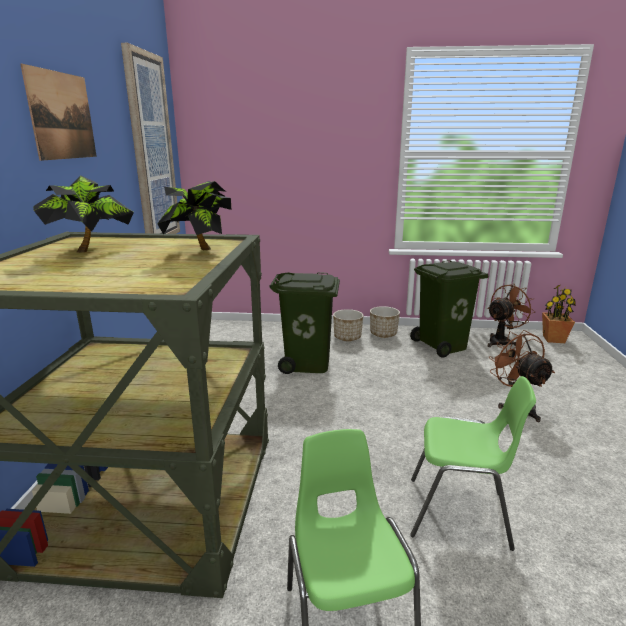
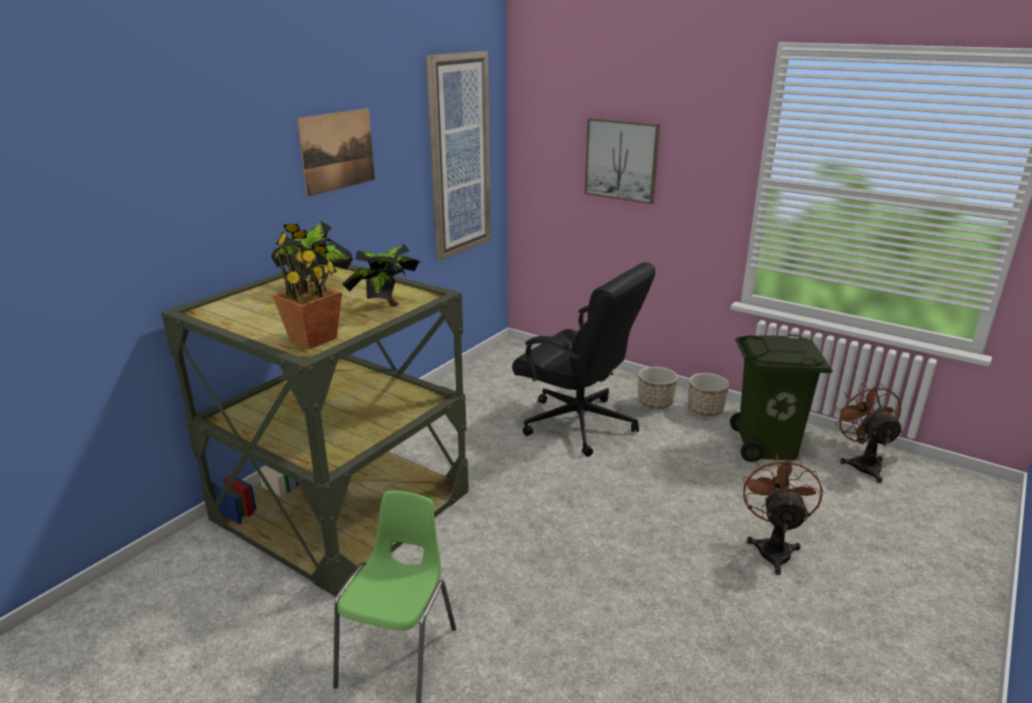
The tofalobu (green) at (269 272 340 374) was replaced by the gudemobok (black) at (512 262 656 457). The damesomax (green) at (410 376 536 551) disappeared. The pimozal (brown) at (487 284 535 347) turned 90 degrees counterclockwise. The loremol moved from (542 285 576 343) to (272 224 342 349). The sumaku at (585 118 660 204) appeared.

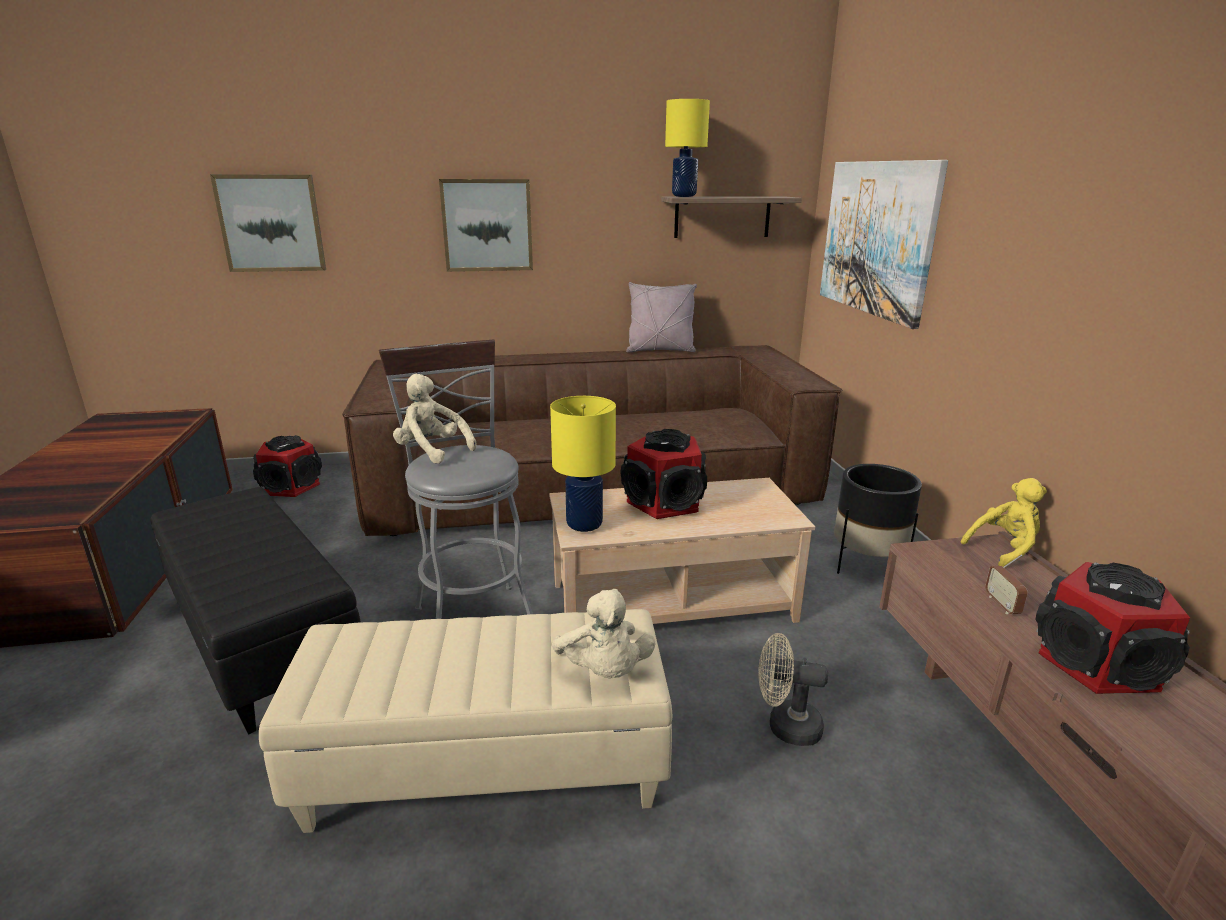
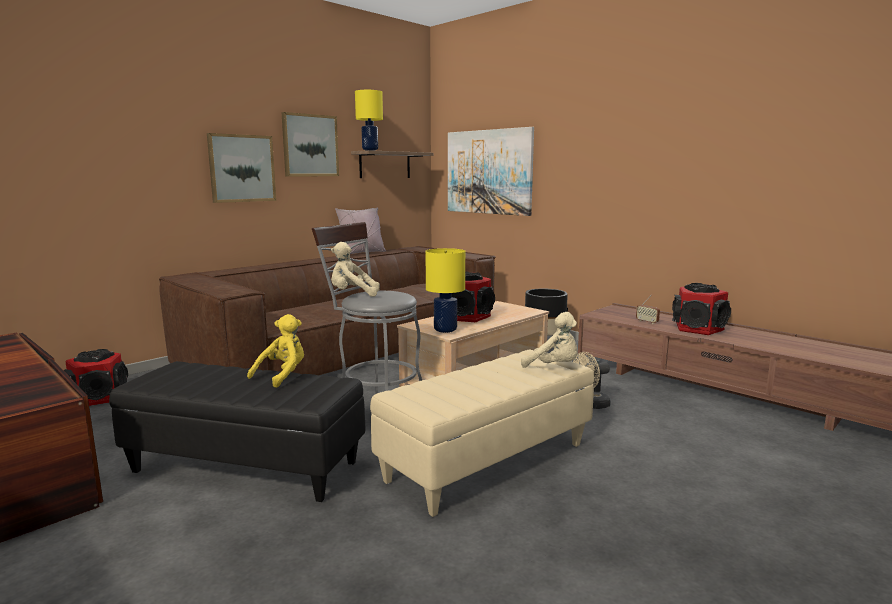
The sumaku moved from (210 174 326 272) to (281 112 339 176). The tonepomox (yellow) moved from (960 478 1047 568) to (247 314 304 388).

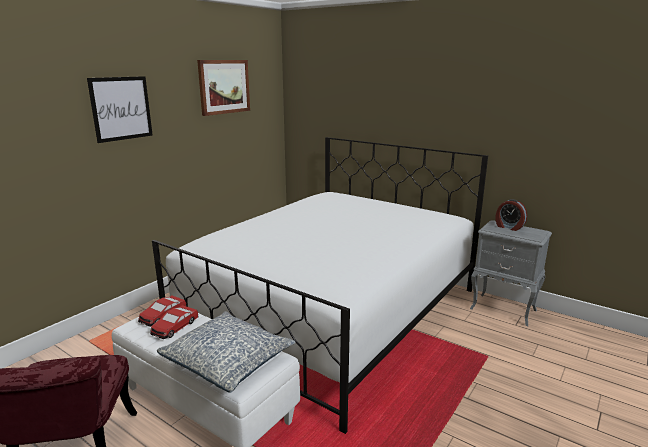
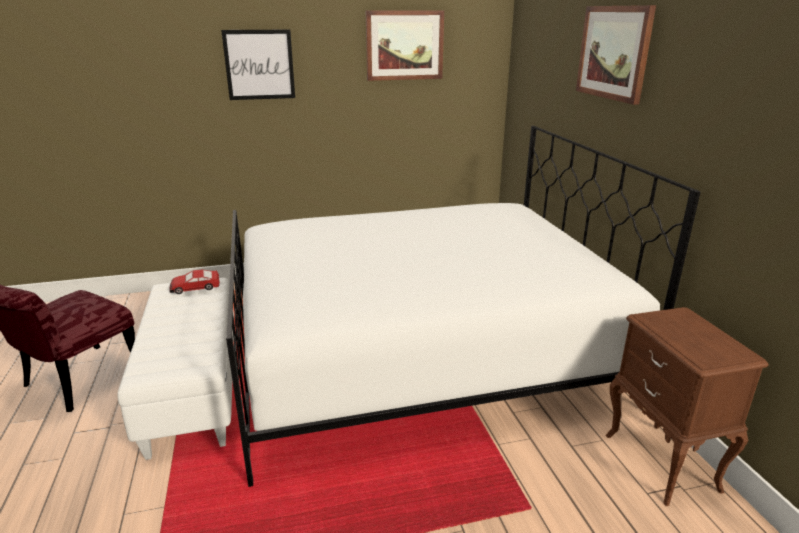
The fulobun at (150 305 198 339) disappeared. The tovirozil at (157 311 296 393) disappeared. The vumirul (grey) at (470 220 552 326) became the vumirul (brown) at (605 307 769 506). The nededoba at (495 199 527 231) disappeared. The sumaku at (576 5 656 105) appeared.

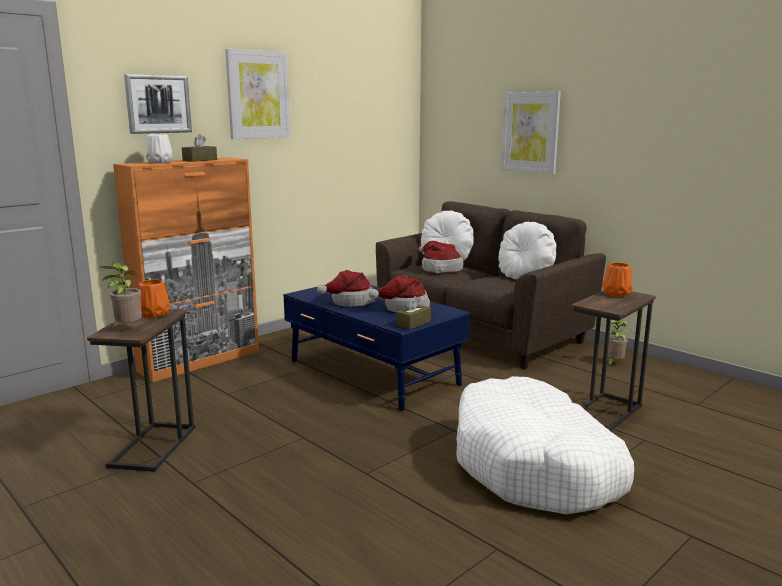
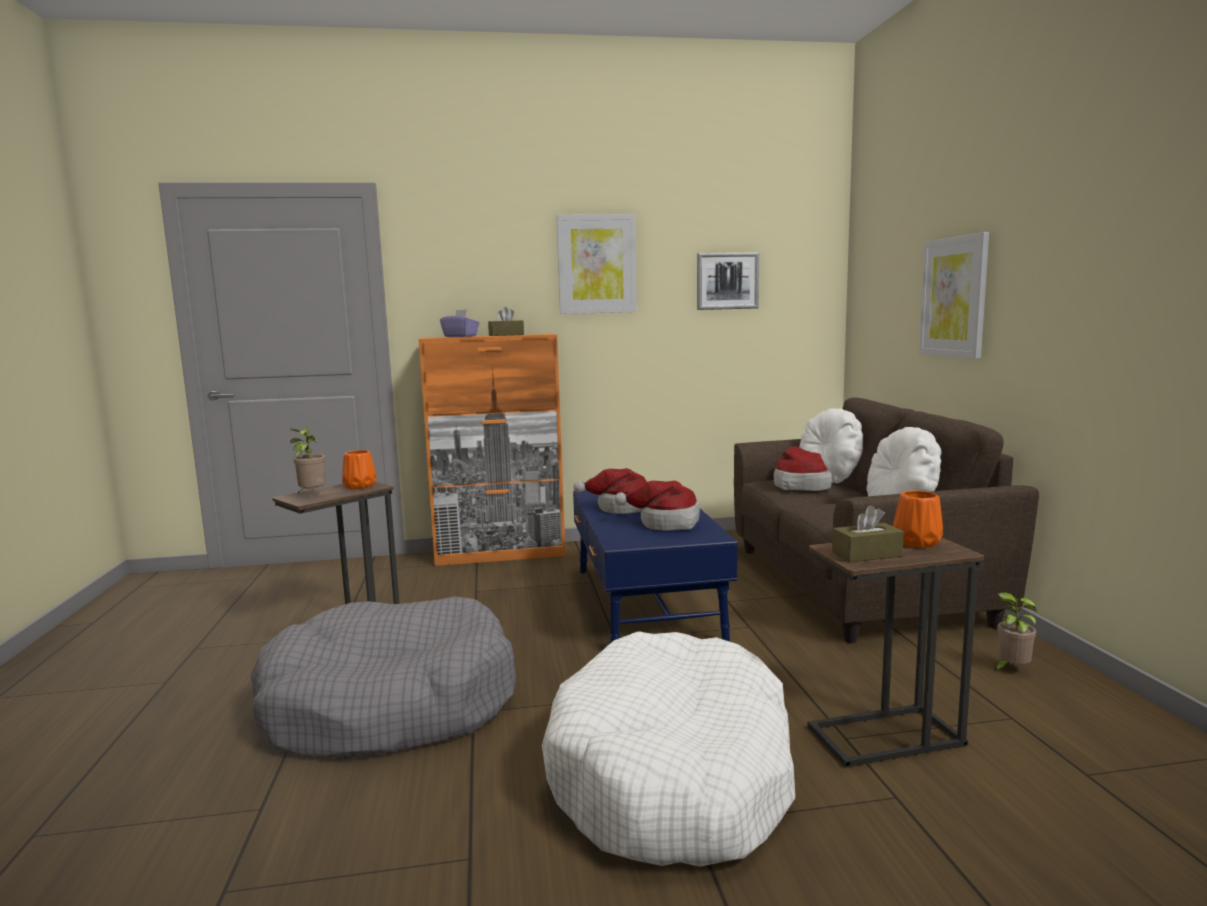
The sumaku moved from (124 74 192 134) to (697 252 759 310). The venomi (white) at (146 134 173 163) was replaced by the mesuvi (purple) at (440 309 479 337). The mesuvi (brown) moved from (396 296 431 329) to (832 505 904 563). The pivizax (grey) at (251 596 516 760) appeared.

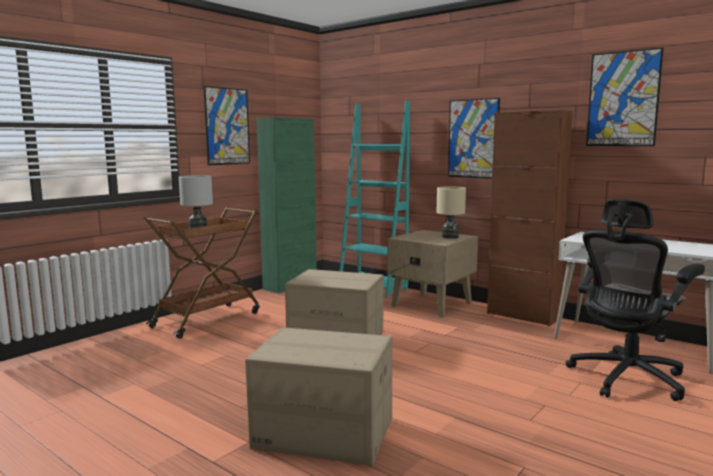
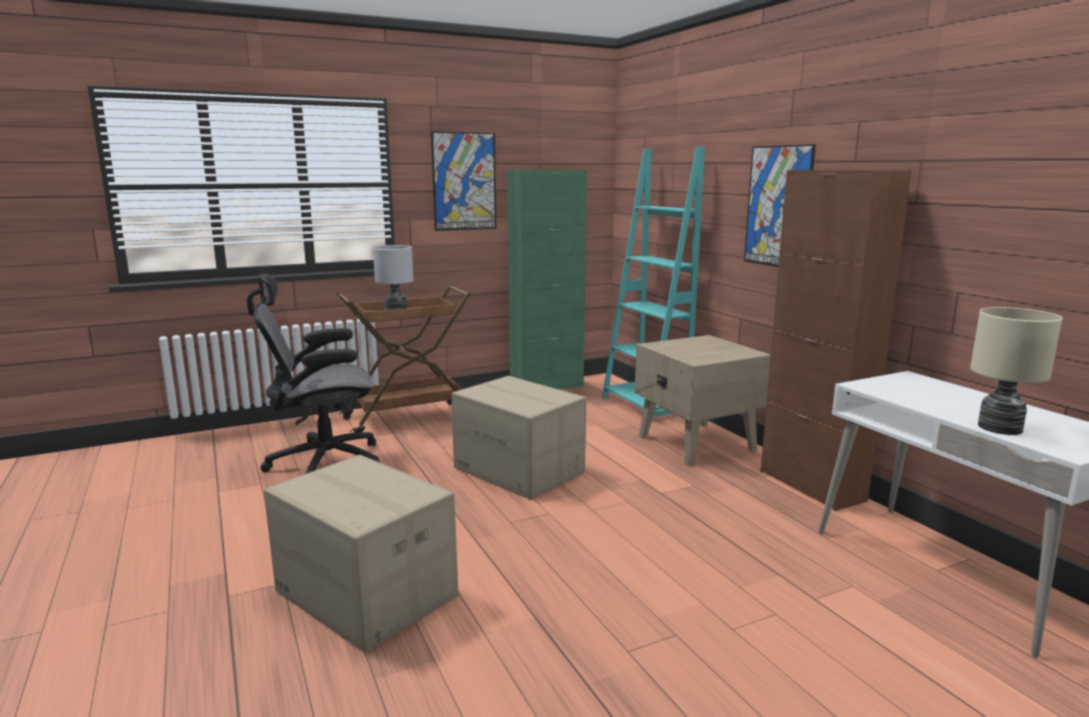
The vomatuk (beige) moved from (437 187 466 239) to (970 307 1062 435). The gudemobok moved from (566 199 705 401) to (247 273 379 474). The sumaku at (586 47 664 146) disappeared.

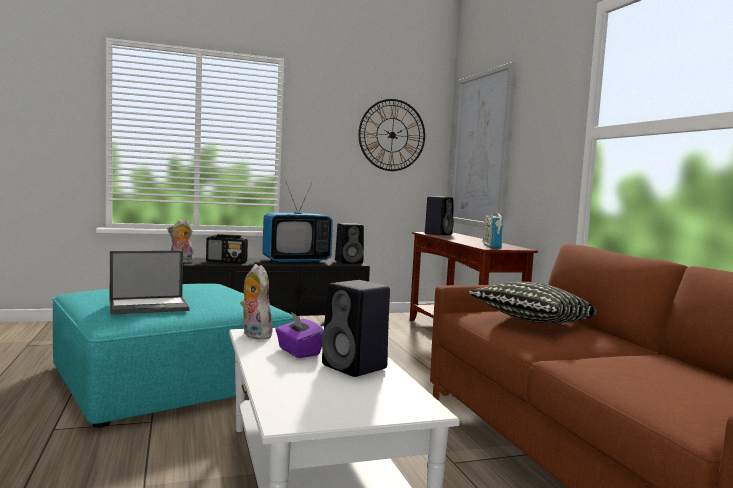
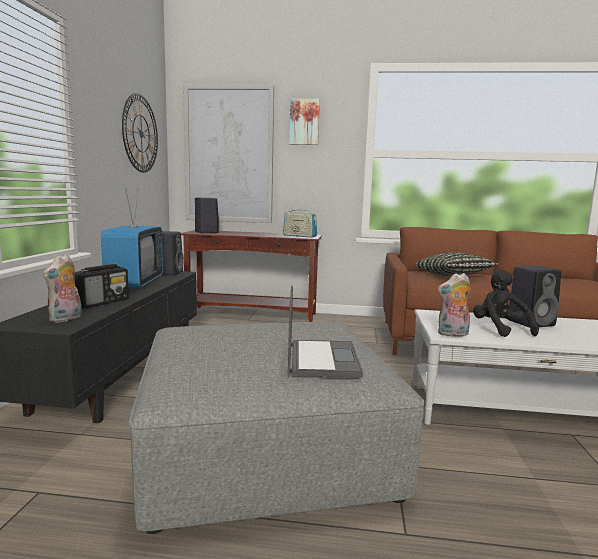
The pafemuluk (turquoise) at (52 283 294 428) became the pafemuluk (grey) at (128 322 425 534). The mesuvi (purple) at (275 312 324 358) was replaced by the tonepomox (black) at (473 269 539 337). The sumaku at (289 98 320 145) appeared.

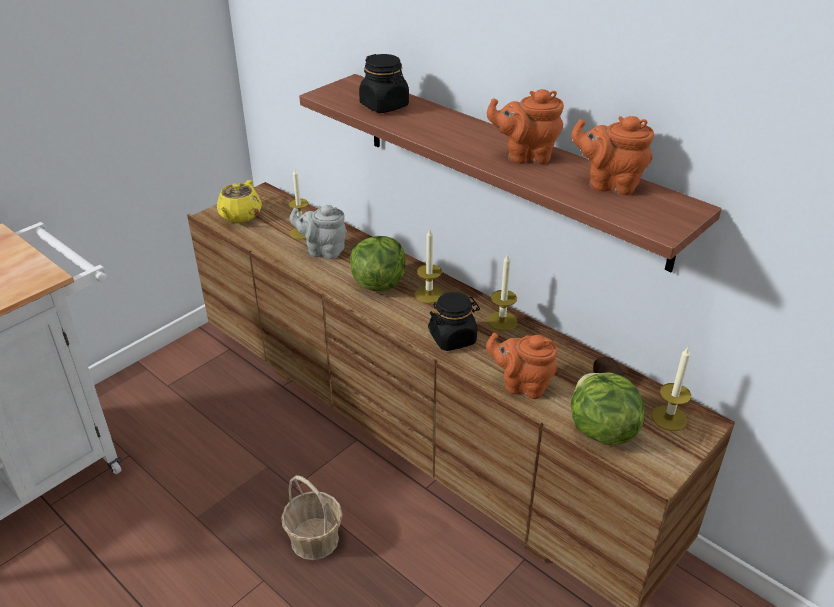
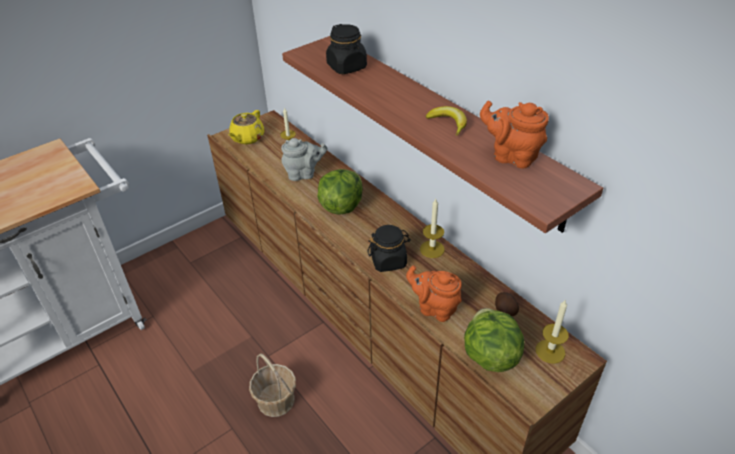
The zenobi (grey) at (290 205 347 259) turned 150 degrees clockwise. The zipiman at (415 229 443 303) disappeared. The zenobi (orange) at (487 89 564 164) was replaced by the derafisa at (426 106 467 136).

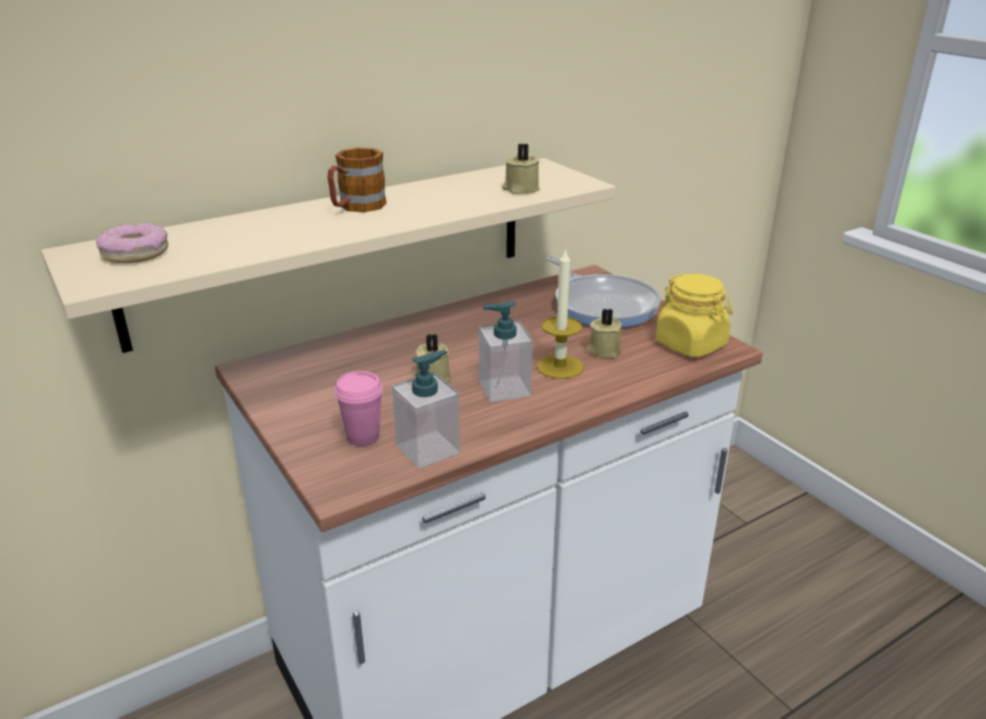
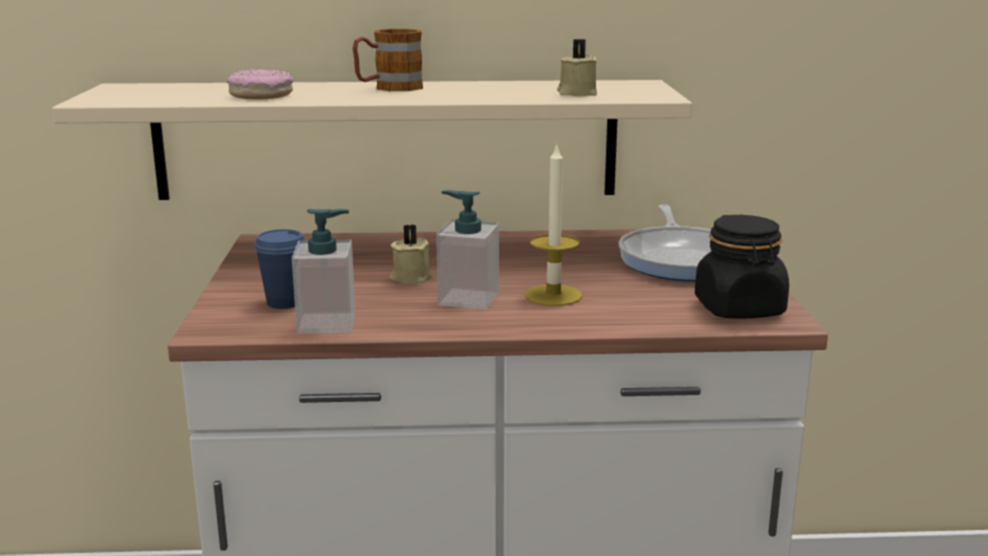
The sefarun moved from (96 223 168 263) to (227 69 293 99). The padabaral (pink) at (335 371 383 446) became the padabaral (blue) at (254 229 305 309). The zipiman (beige) at (587 308 622 358) disappeared. The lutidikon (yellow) at (656 273 733 357) became the lutidikon (black) at (695 215 789 319).

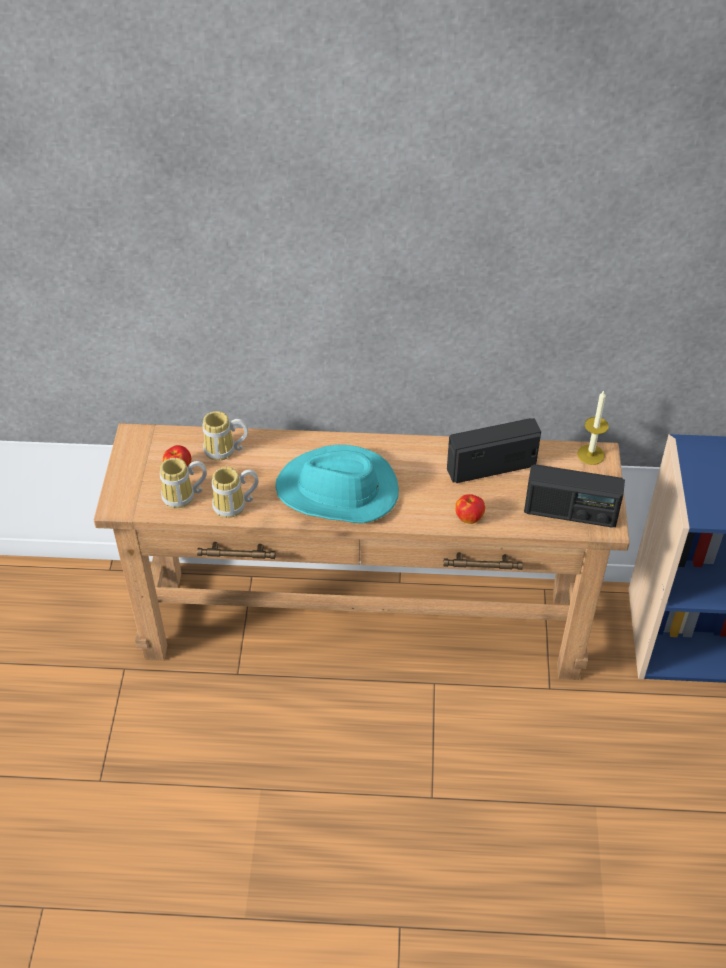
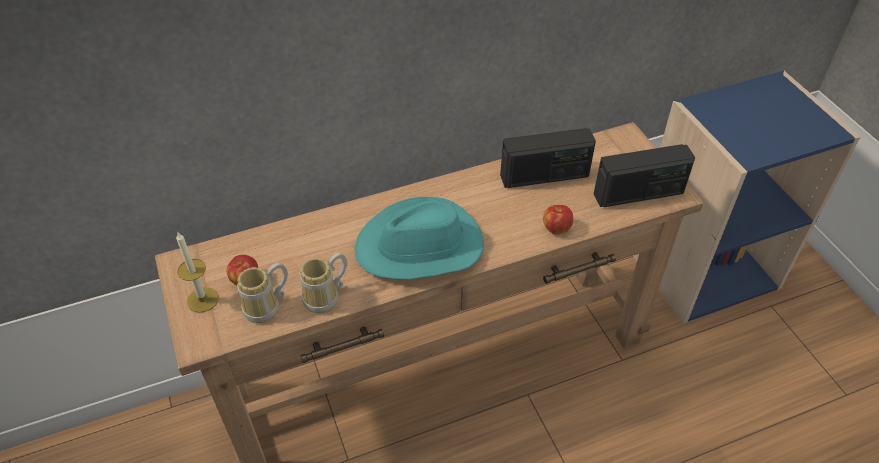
The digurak at (203 411 248 461) disappeared. The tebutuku at (447 418 541 483) turned 150 degrees counterclockwise. The zipiman moved from (577 390 609 465) to (176 232 219 313).

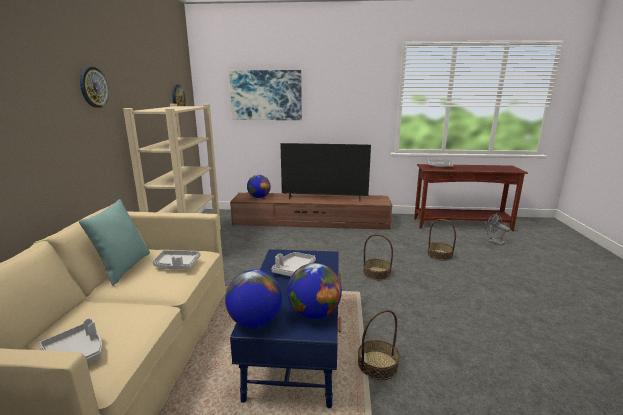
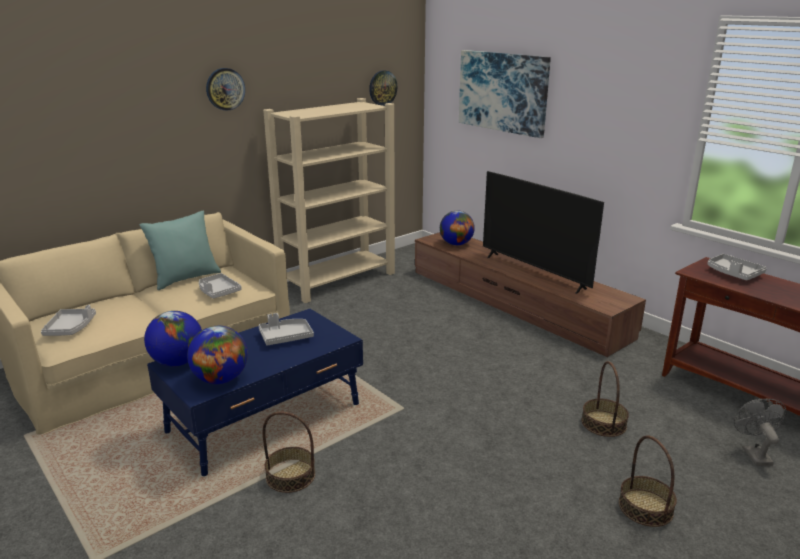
The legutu moved from (363 234 393 280) to (619 435 677 527).

